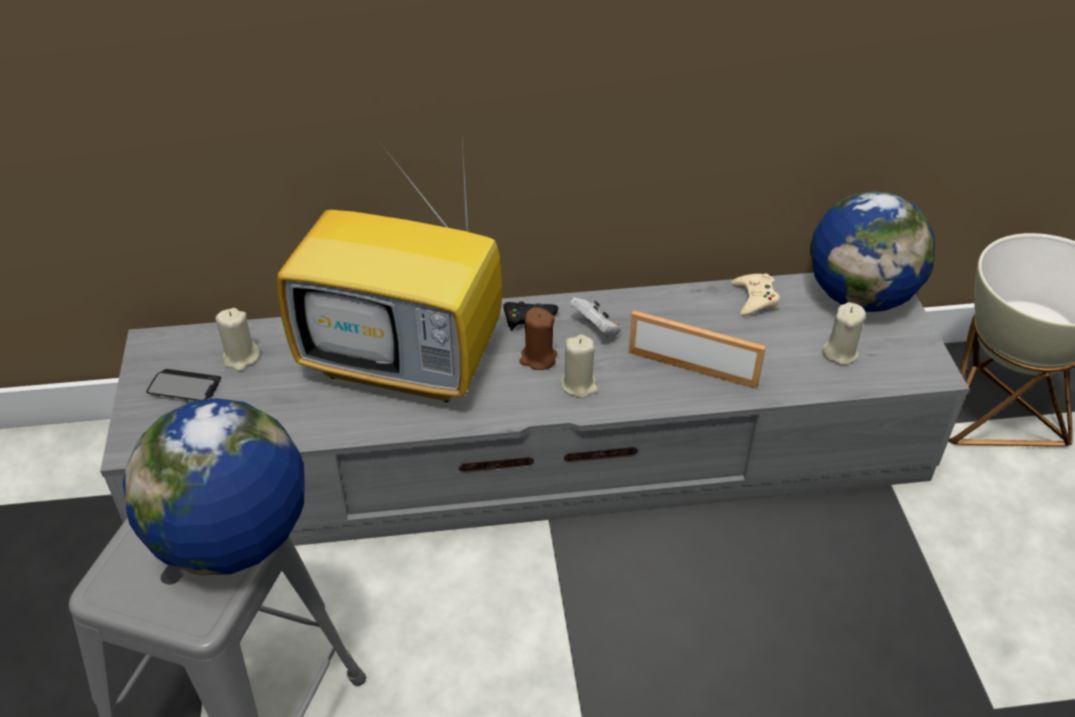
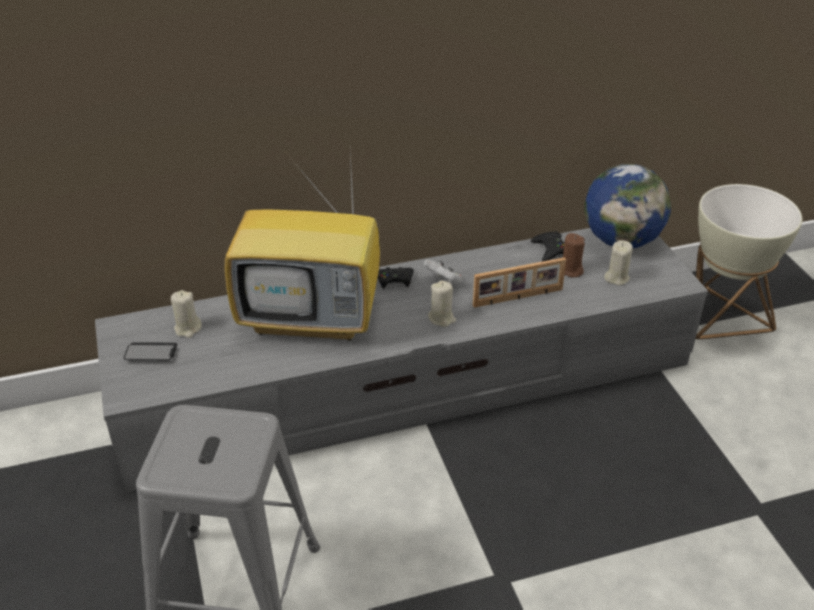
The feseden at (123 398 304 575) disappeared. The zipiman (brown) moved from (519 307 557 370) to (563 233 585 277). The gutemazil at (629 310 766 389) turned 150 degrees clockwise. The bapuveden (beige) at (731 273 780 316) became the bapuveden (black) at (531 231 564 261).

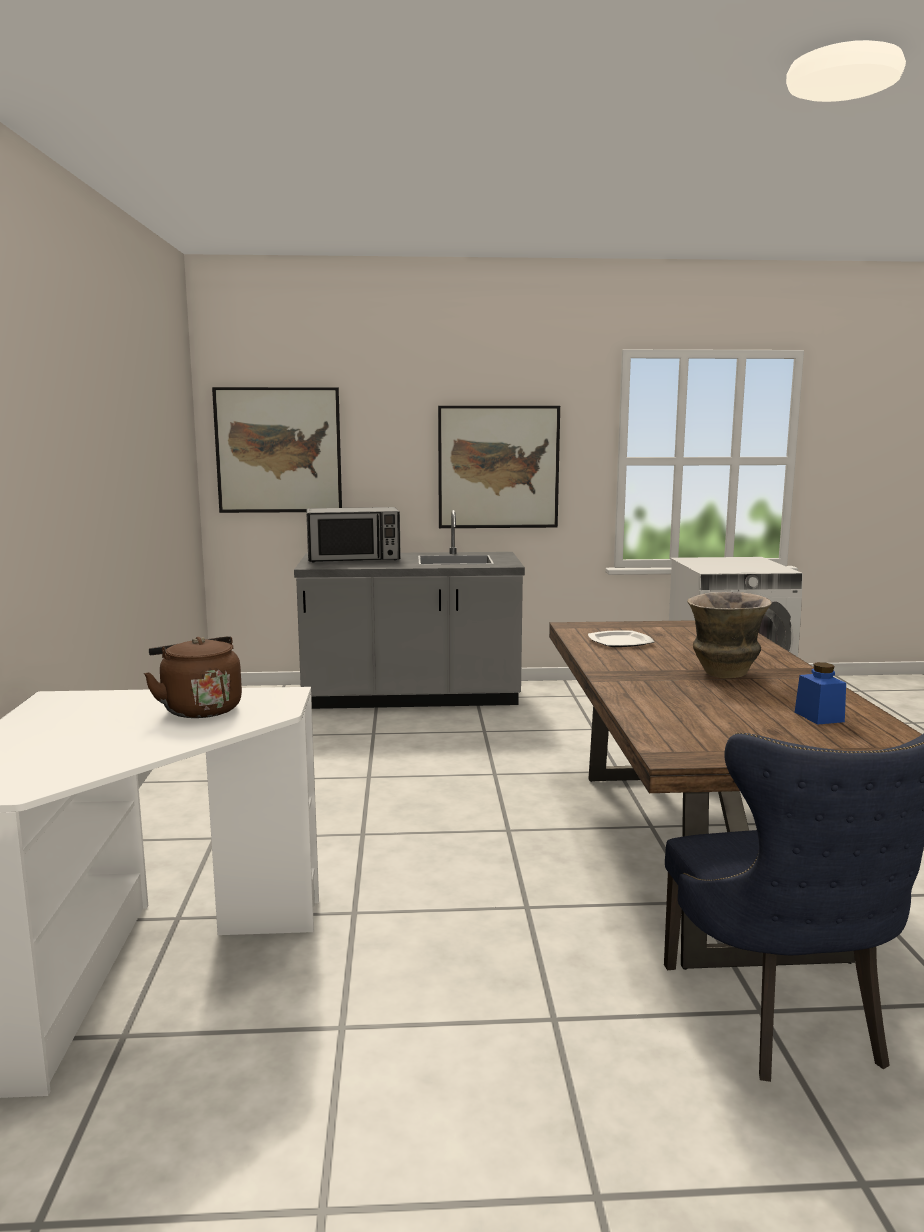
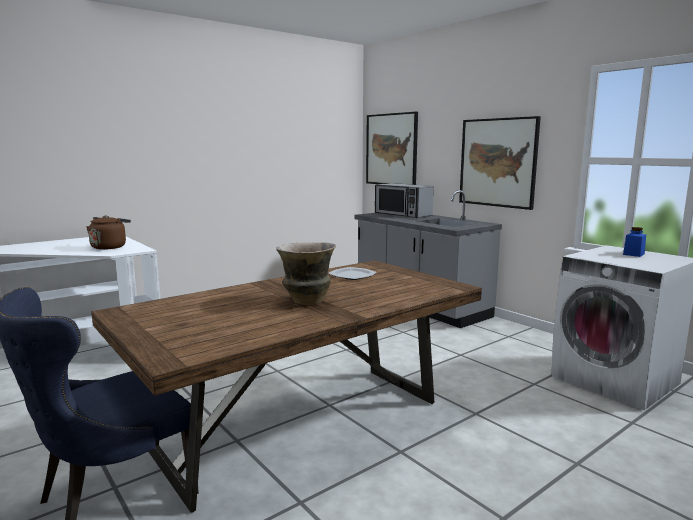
The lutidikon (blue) moved from (795 662 846 725) to (623 227 646 257).

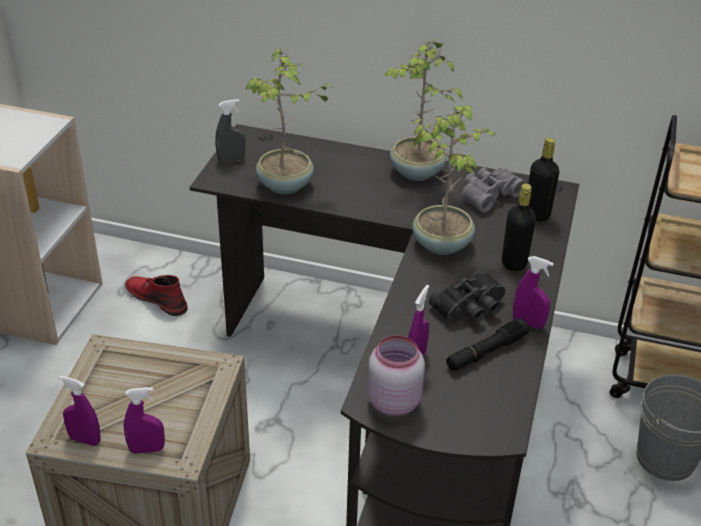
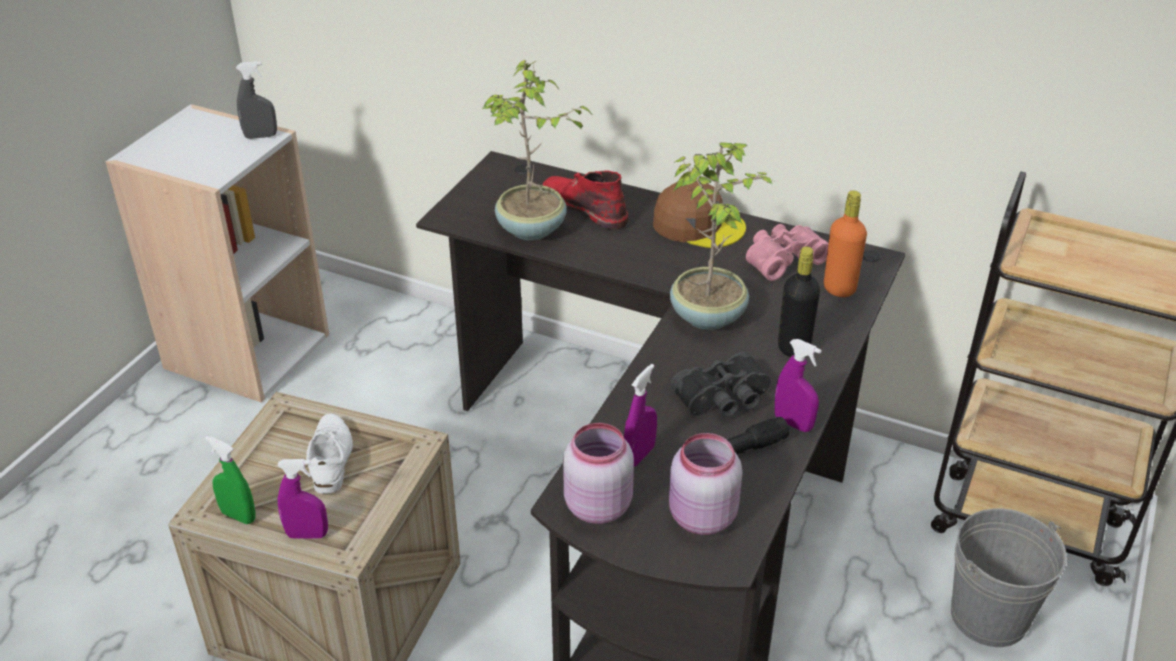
The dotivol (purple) at (59 376 101 446) became the dotivol (green) at (205 436 255 524). The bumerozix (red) moved from (125 275 188 316) to (543 170 629 230). The dotivol (grey) moved from (215 99 245 163) to (236 61 277 139). The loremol at (384 39 463 181) was replaced by the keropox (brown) at (653 181 746 248). The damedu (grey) at (462 167 526 213) became the damedu (pink) at (746 224 829 281). The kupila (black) at (528 138 559 221) became the kupila (orange) at (824 190 867 297). The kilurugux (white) at (306 414 353 494) appeared. The lutidikon (pink) at (669 433 742 535) appeared.

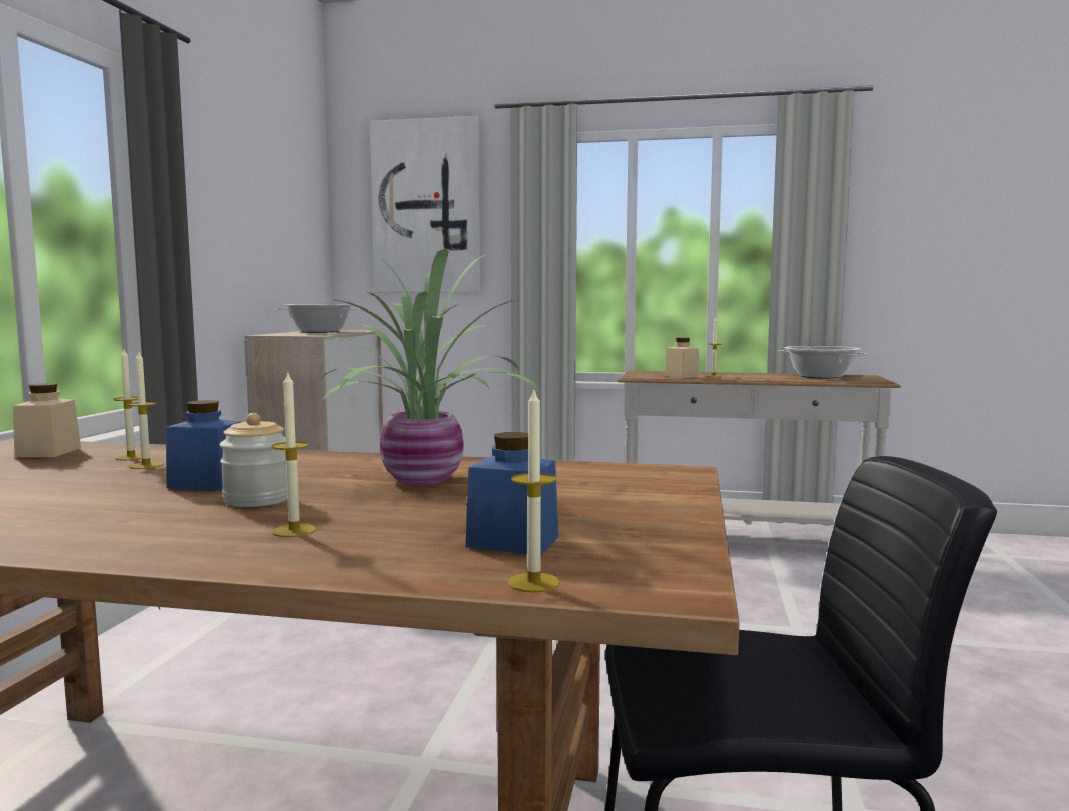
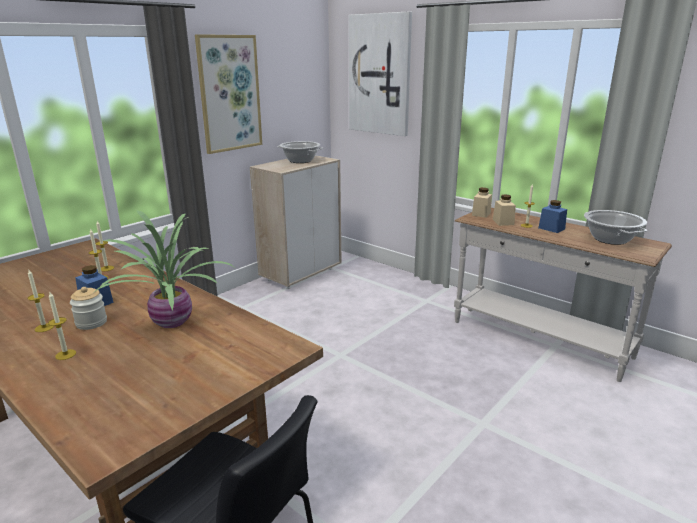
The lutidikon (beige) moved from (13 383 81 457) to (472 188 492 218). The lutidikon (blue) moved from (466 432 559 554) to (538 200 567 233). The zipiman moved from (508 390 560 592) to (28 270 54 332). The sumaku at (195 34 262 154) appeared.

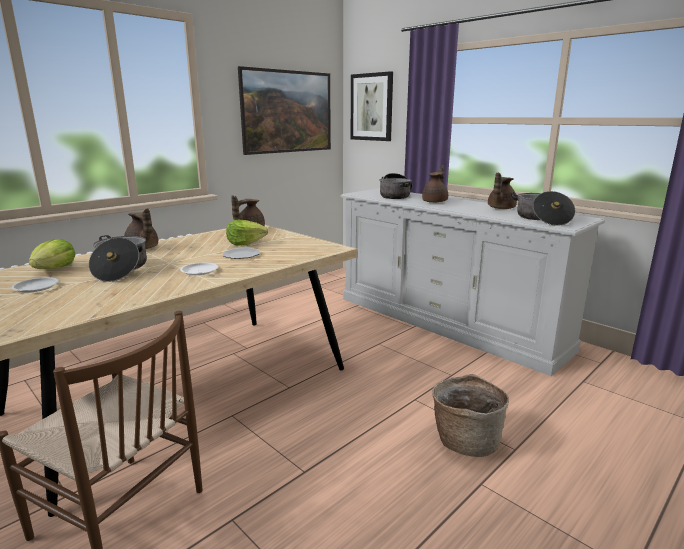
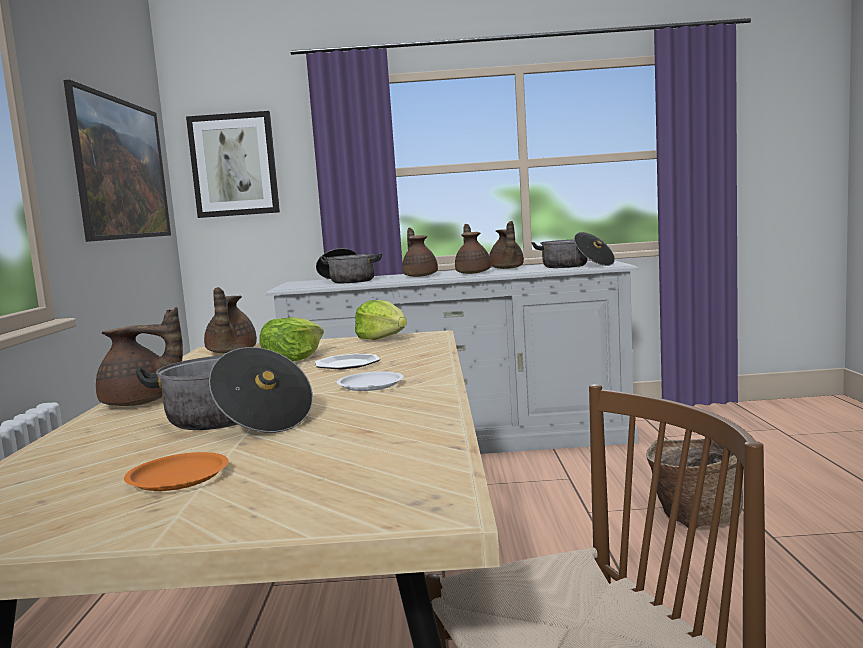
The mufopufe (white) at (11 277 59 293) became the mufopufe (orange) at (124 452 229 491). The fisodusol moved from (29 239 76 269) to (355 300 407 340). The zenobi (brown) at (455 224 491 274) appeared.

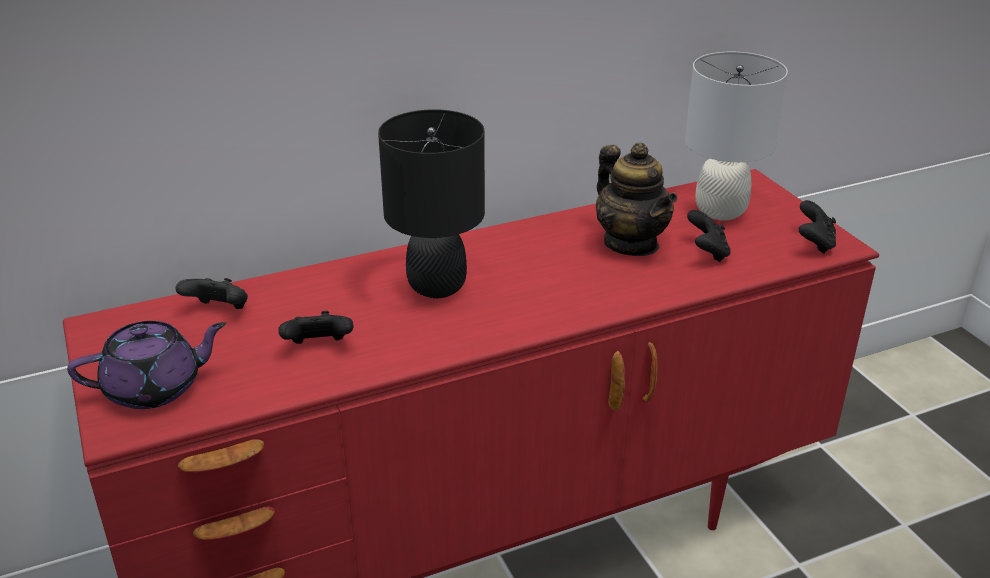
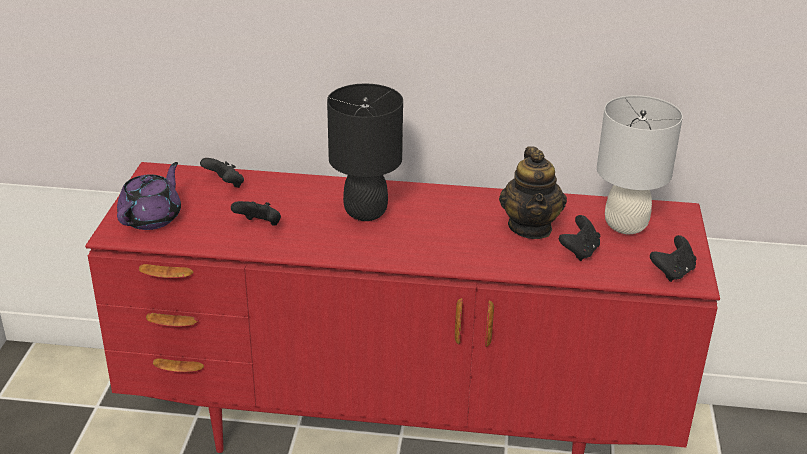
The zenobi (purple) at (67 321 226 409) turned 75 degrees counterclockwise.

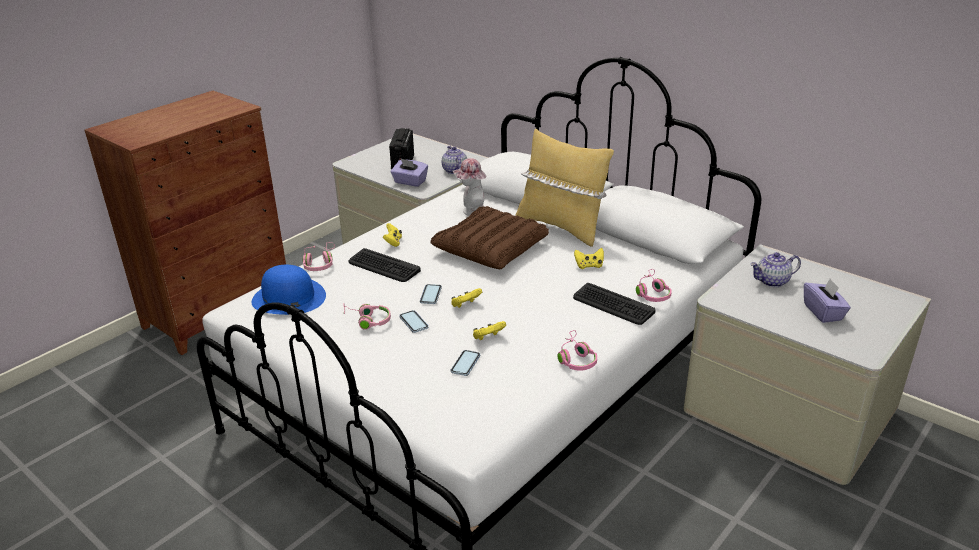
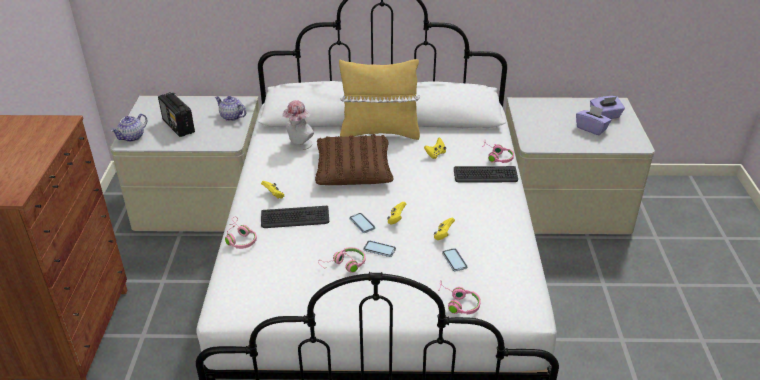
The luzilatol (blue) at (252 265 326 315) disappeared. The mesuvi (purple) moved from (391 159 428 187) to (590 96 625 119). The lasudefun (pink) moved from (558 330 597 371) to (438 280 481 314). The zenobi moved from (750 252 801 287) to (111 114 147 142).

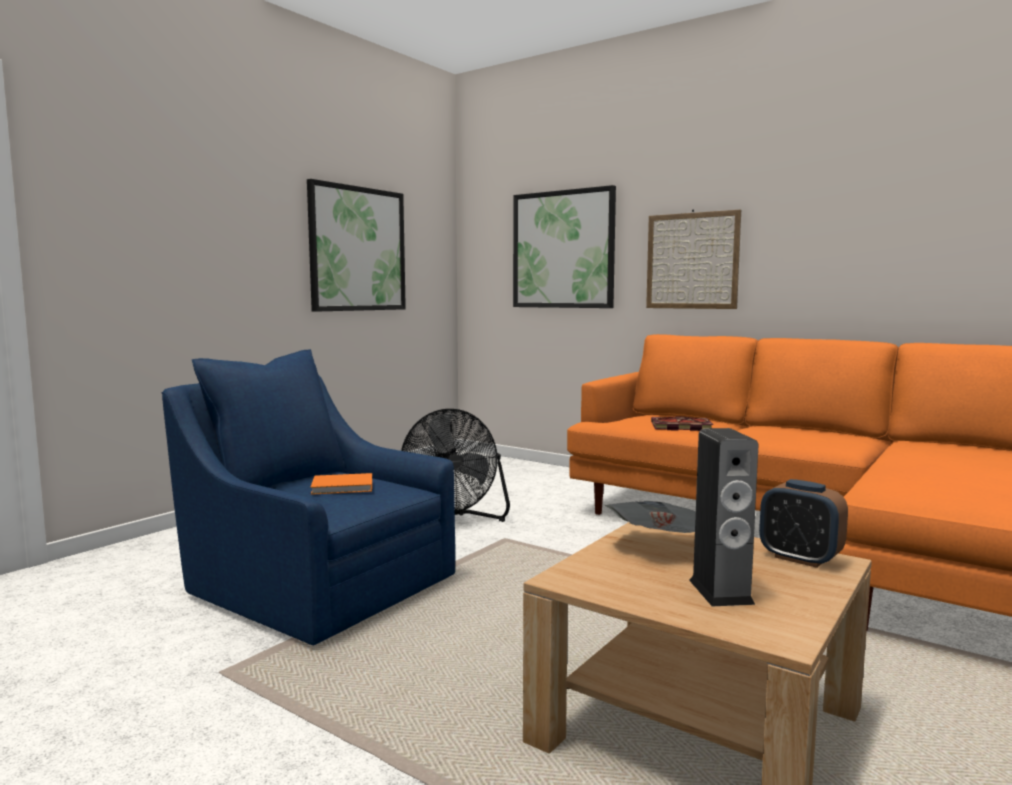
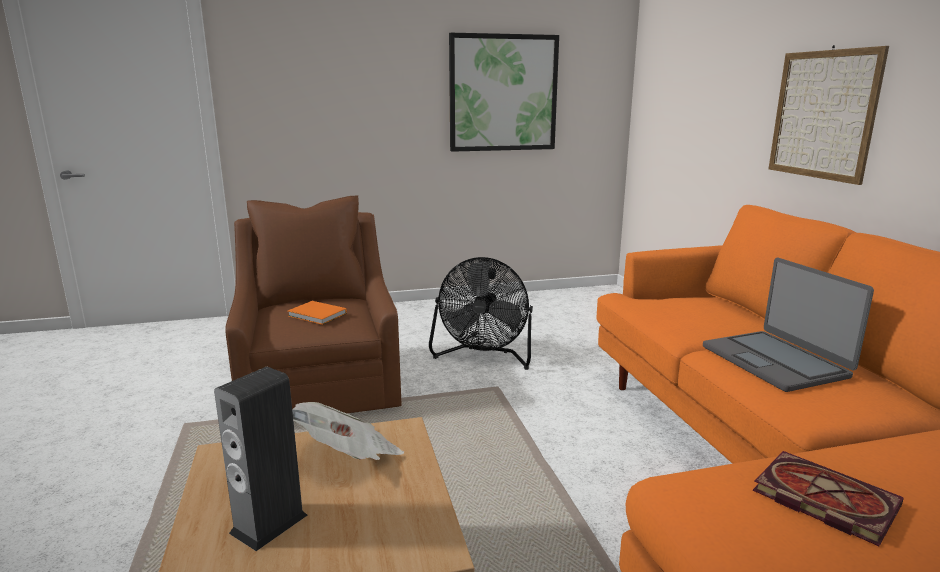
The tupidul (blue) at (161 349 455 646) became the tupidul (brown) at (225 195 401 414). The sumaku at (513 185 616 308) disappeared. The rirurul moved from (651 416 714 431) to (753 451 904 546). The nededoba at (759 479 848 568) disappeared. The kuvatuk at (703 258 874 392) appeared.

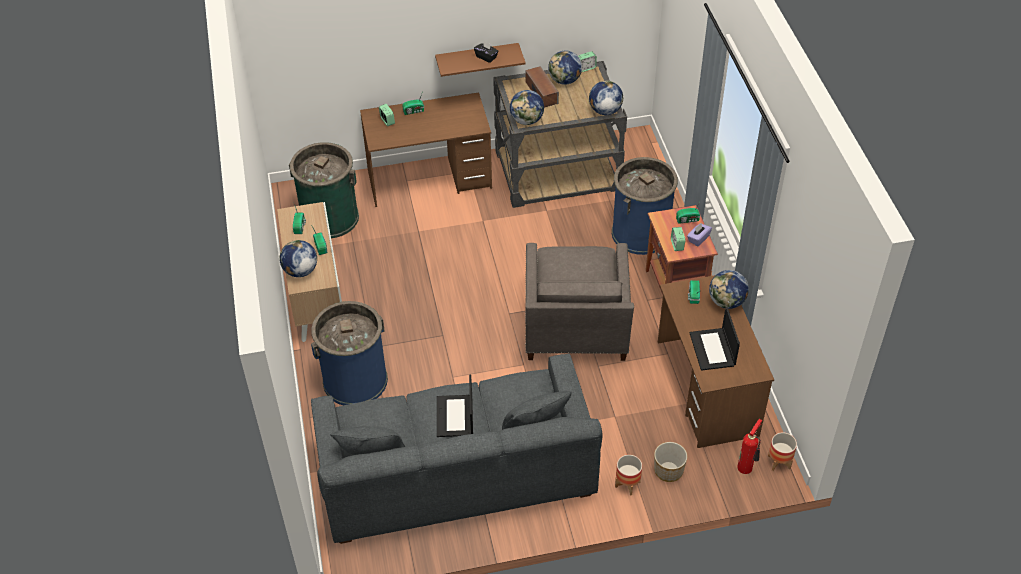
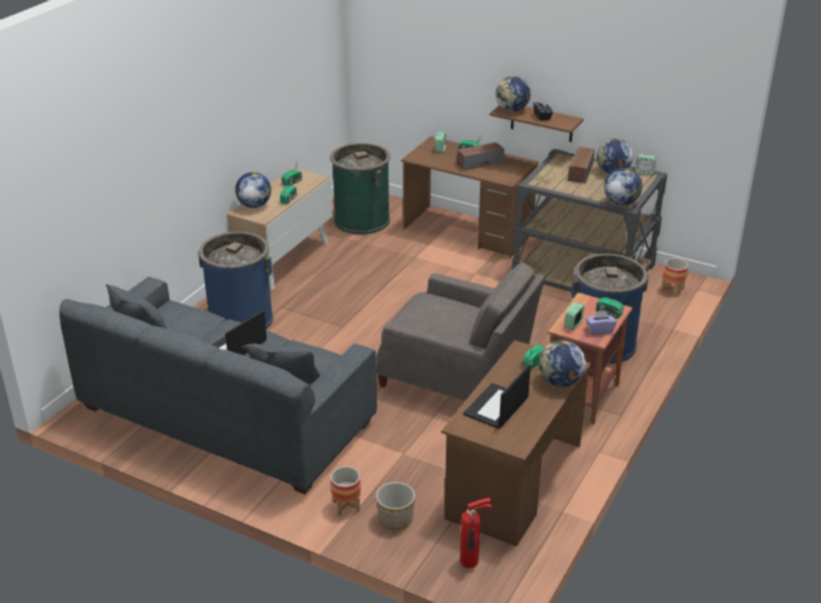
The feseden moved from (510 90 544 125) to (496 76 531 112). The tupidul (grey) at (525 243 634 361) turned 105 degrees counterclockwise. The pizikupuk moved from (768 432 797 471) to (662 258 688 297). The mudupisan at (457 142 504 171) appeared.

